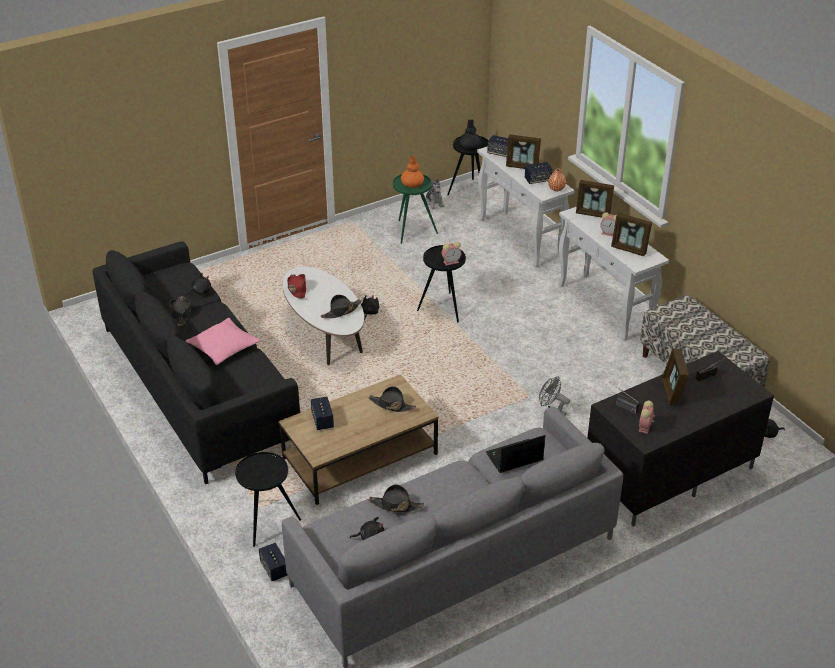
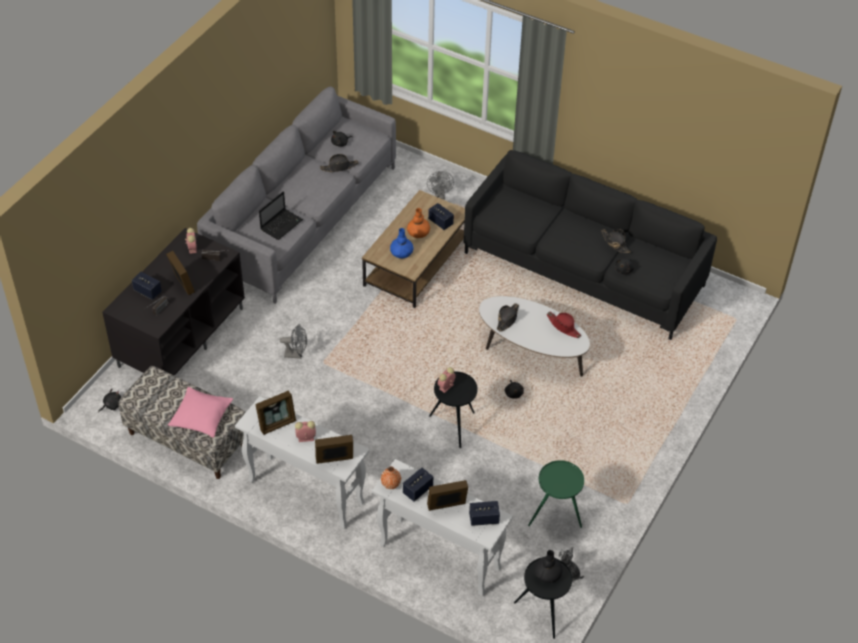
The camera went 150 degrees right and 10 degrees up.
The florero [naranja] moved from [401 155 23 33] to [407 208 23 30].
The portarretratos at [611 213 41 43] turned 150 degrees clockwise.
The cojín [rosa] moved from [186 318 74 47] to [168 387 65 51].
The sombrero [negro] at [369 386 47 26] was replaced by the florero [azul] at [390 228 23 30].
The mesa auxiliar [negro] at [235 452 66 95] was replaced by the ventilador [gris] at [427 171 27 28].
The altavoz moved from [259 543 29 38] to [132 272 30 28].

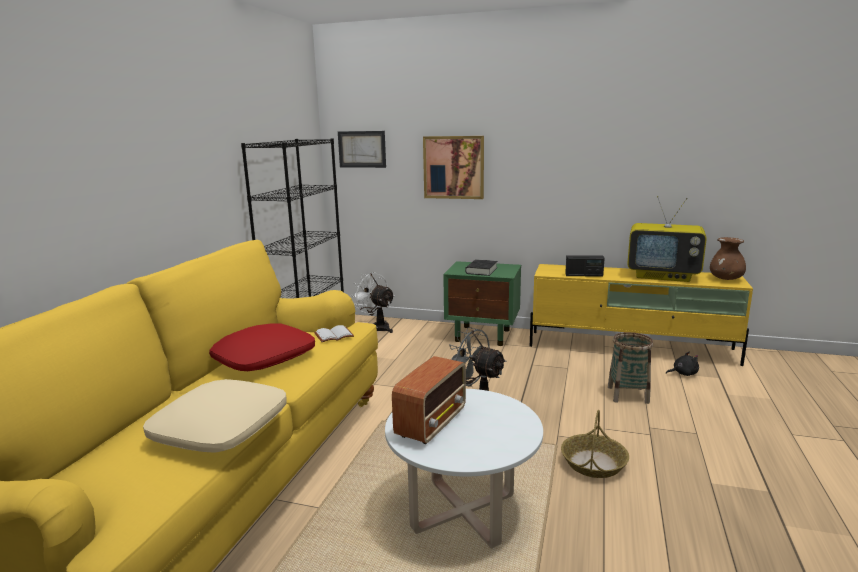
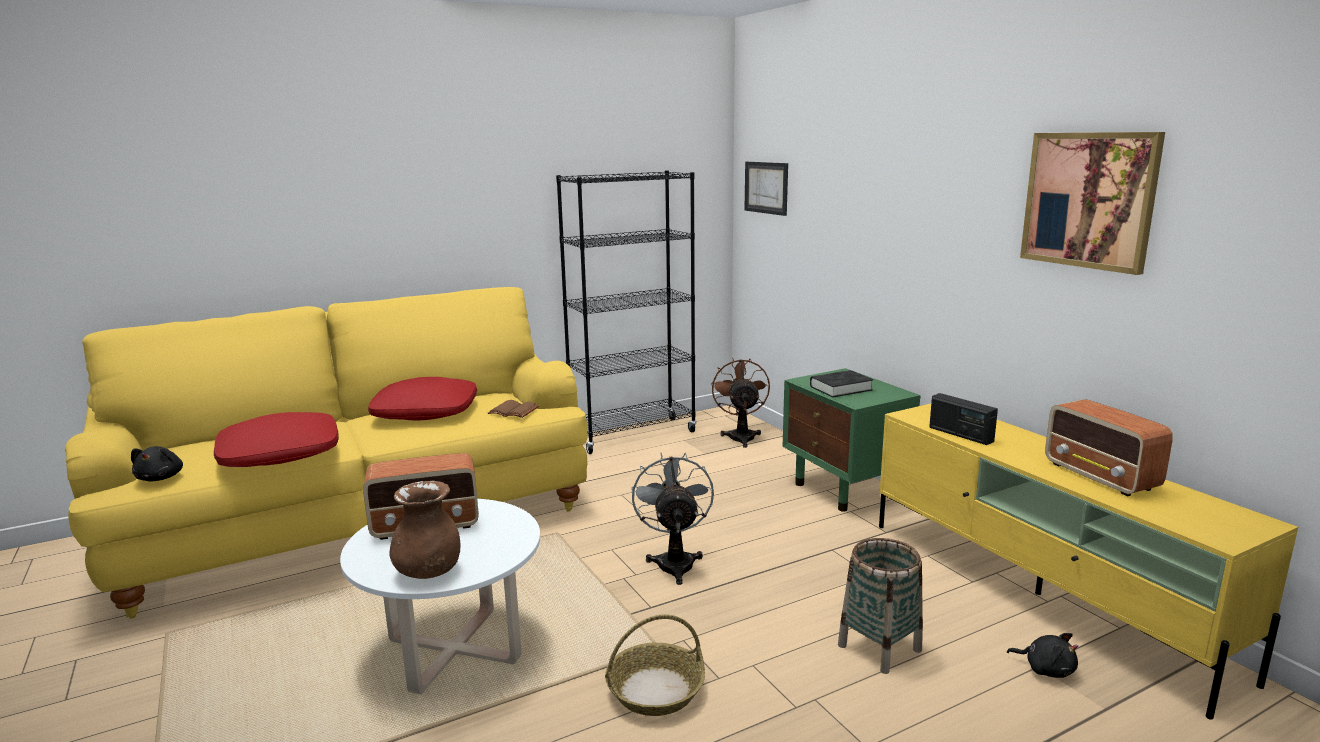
The camera went 45 degrees right and 0 degrees up.
The cuadro moved from [423 136 61 63] to [1020 132 145 143].
The televisor at [627 196 80 86] was replaced by the radio at [1045 399 128 97].
The florero [marrón] moved from [710 237 36 43] to [390 481 70 98].
The ventilador [blanco] at [351 272 44 61] became the ventilador [marrón] at [711 358 59 90].
The libro [blanco] at [314 325 40 17] became the libro [marrón] at [488 400 51 18].
The cojín [beis] at [143 379 144 74] became the cojín [rojo] at [214 412 125 55].
The peluche [negro] at [131 446 52 36] appeared.

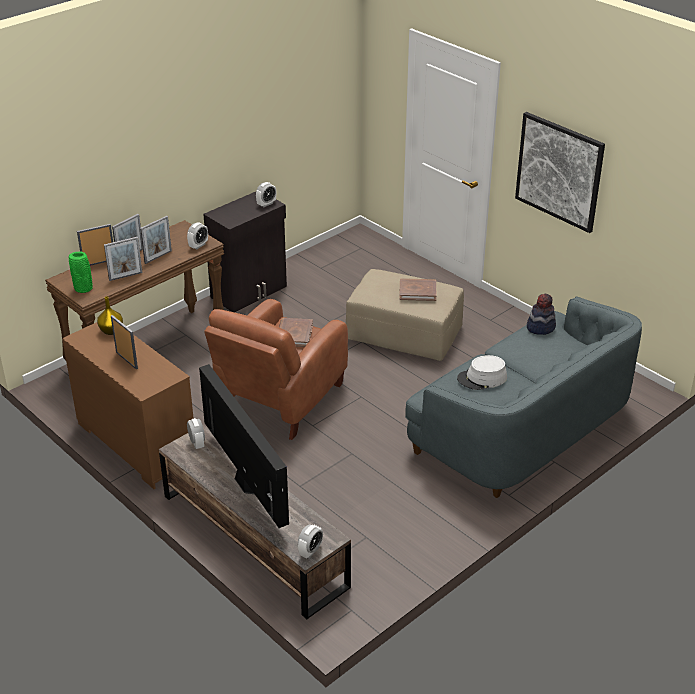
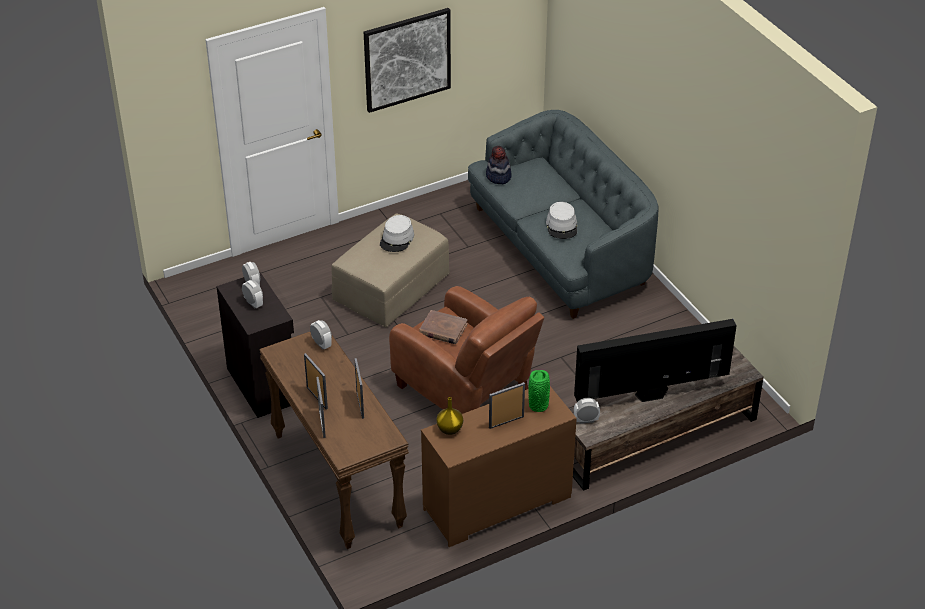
The camera went 75 degrees left and 5 degrees up.
The portarretratos at [140 216 32 48] disappeared.
The florero [verde] moved from [69 252 24 41] to [529 370 21 42].
The libro [marrón] at [399 278 37 23] was replaced by the sombrero [gris] at [380 215 34 37].
The despertador moved from [298 525 25 33] to [242 280 21 28].

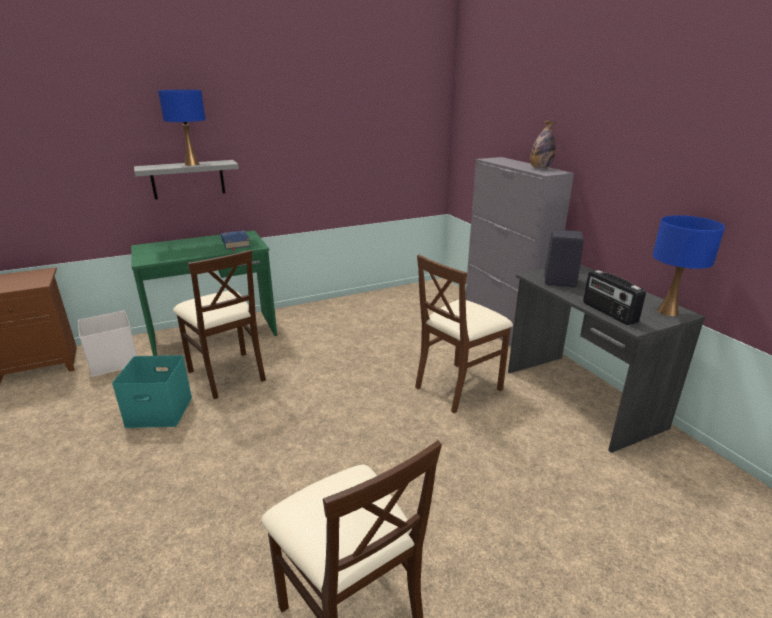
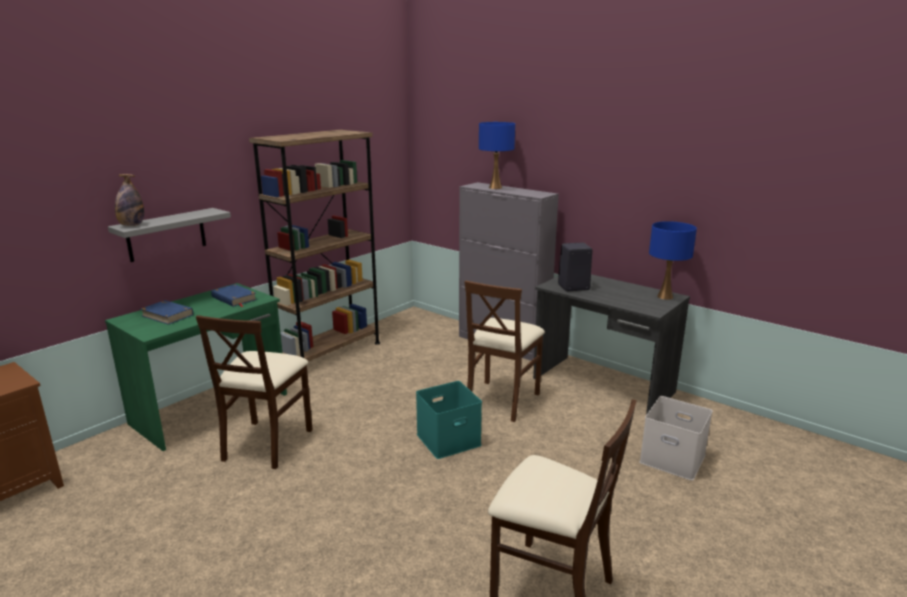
The camera went 25 degrees left and 5 degrees down.
The lámpara de mesa [azul] moved from [158 90 48 76] to [479 122 36 67].
The botella moved from [530 121 26 48] to [115 174 29 52].
The silla [beis] at [173 250 93 149] turned 75 degrees clockwise.
The radio at [583 270 63 55] disappeared.
The caja de almacenaje [blanco] moved from [78 311 59 66] to [640 396 73 84].
The caja de almacenaje [turquesa] moved from [112 355 80 73] to [416 381 66 78].
The estantería [marrón] at [249 130 131 231] appeared.
The libro [azul] at [141 300 52 25] appeared.

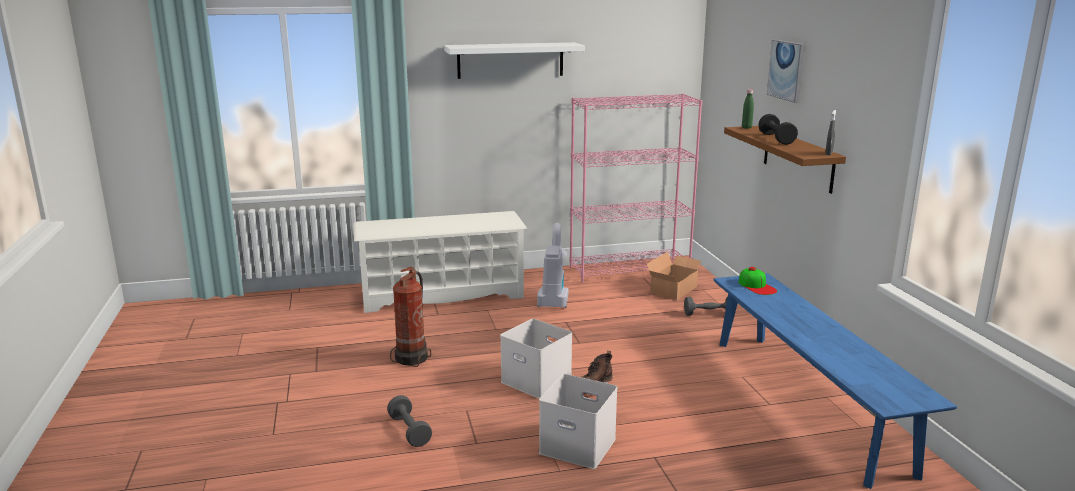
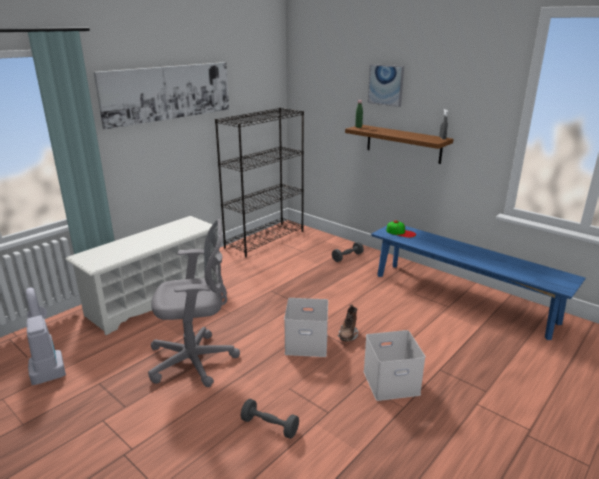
The camera went 35 degrees left and 5 degrees up.
The estante [blanco] at [444 42 141 37] was replaced by the cuadro at [94 62 135 68].
The estantería [rosa] at [569 94 133 189] became the estantería [negro] at [215 108 89 149].
The mancuerna [negro] at [758 114 40 31] disappeared.
The aspiradora moved from [537 223 31 85] to [26 287 40 98].
The caja de cartón at [647 252 61 48] disappeared.
The extintor at [390 267 41 100] was replaced by the silla de oficina [gris] at [148 219 92 168].

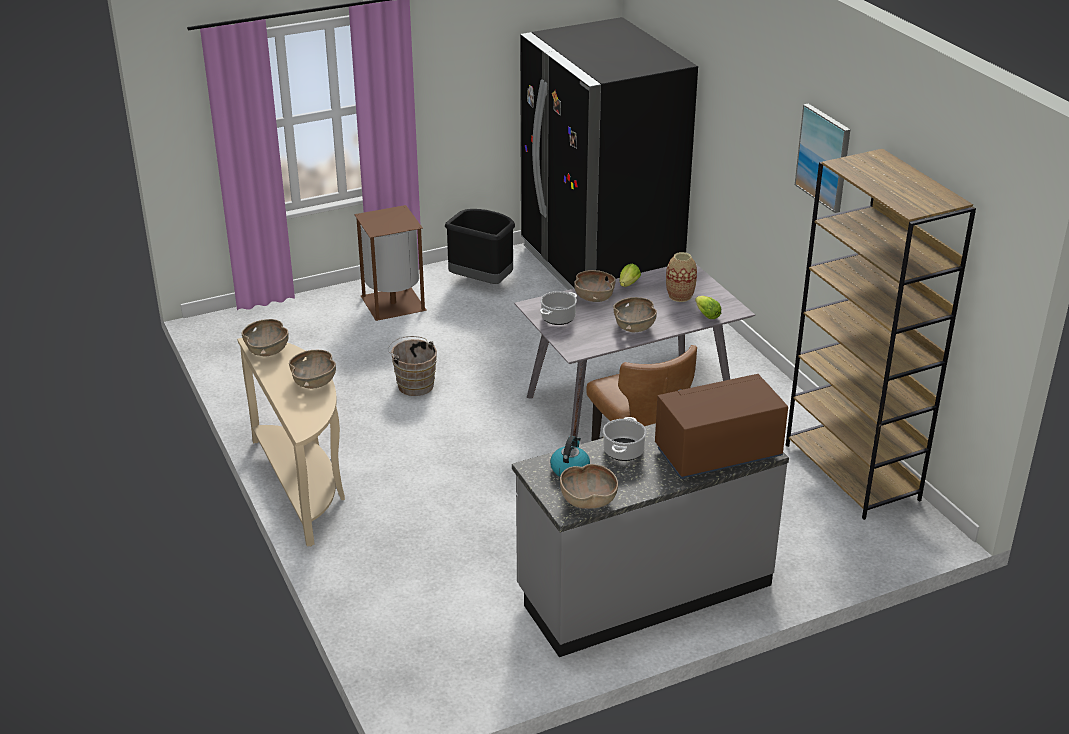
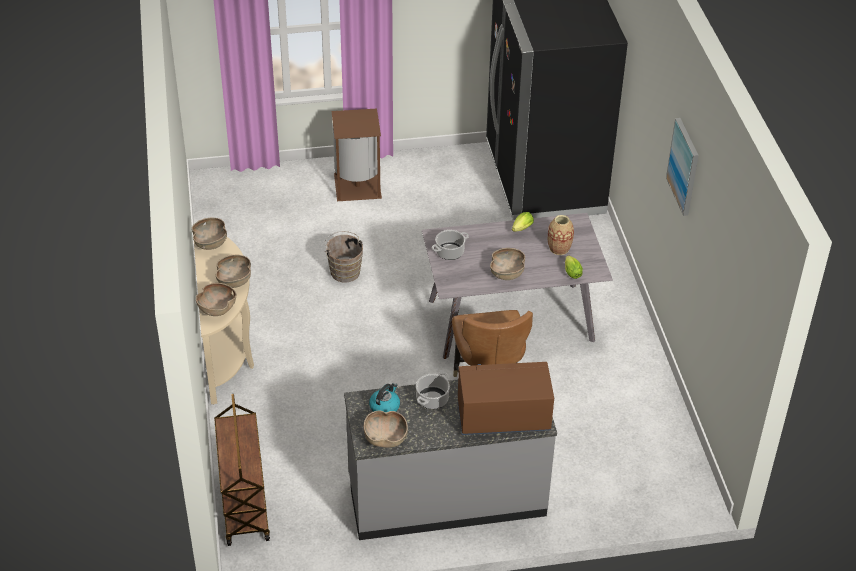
The camera went 15 degrees right and 10 degrees up.
The estantería [marrón] at [786 149 190 371] disappeared.
The papelera [negro] at [445 209 70 75] disappeared.
The cuenco [marrón] moved from [574 270 42 32] to [196 283 40 33].
The carrito [marrón] at [214 394 56 152] appeared.

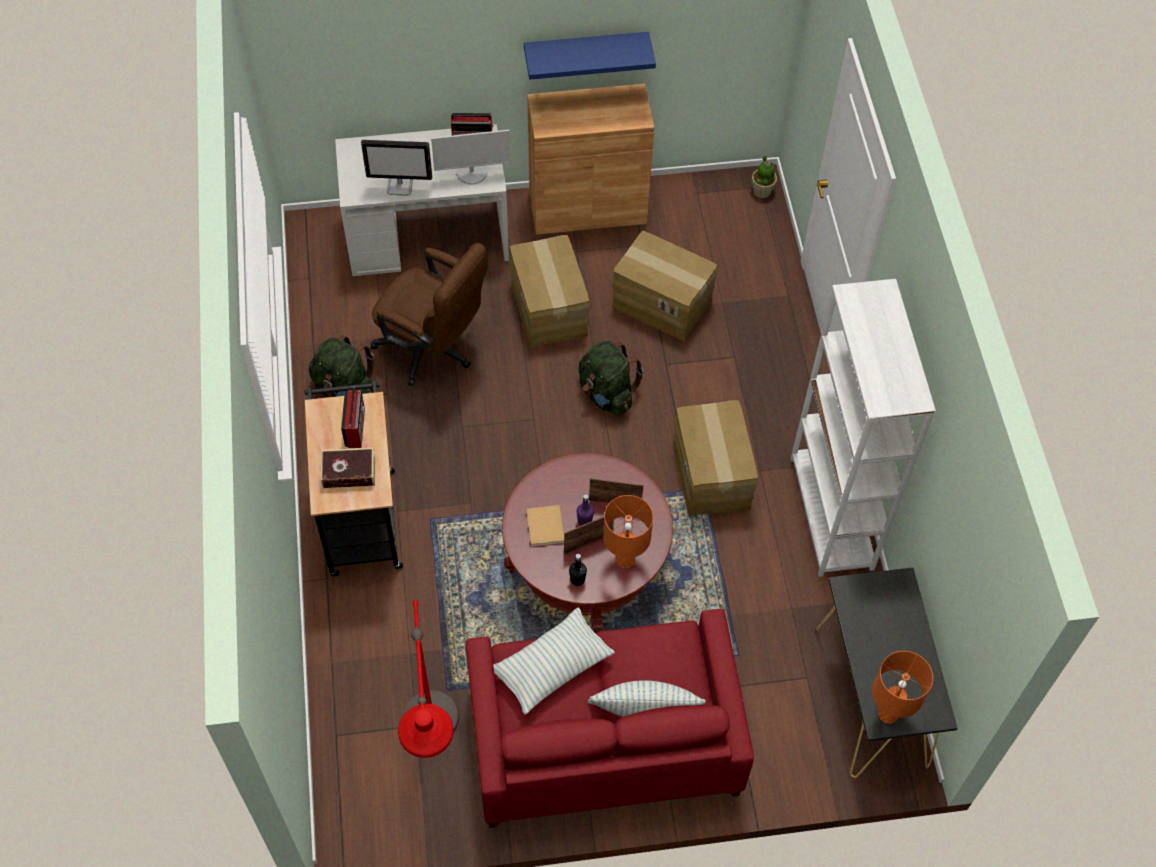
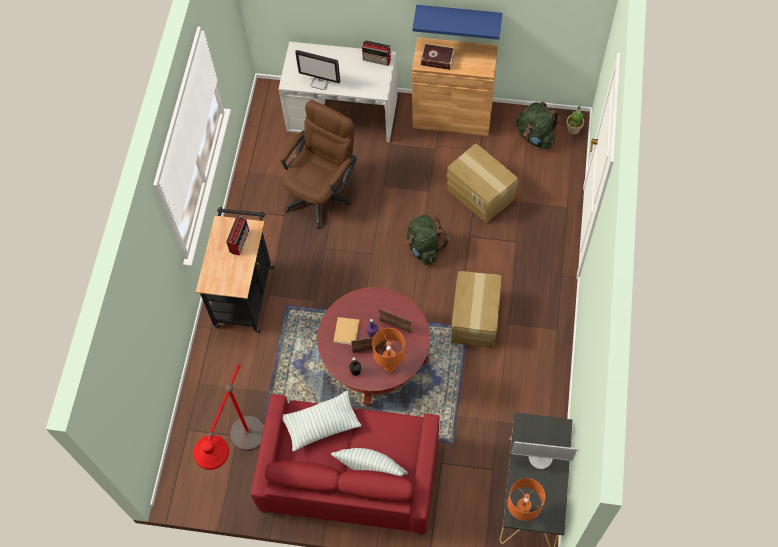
The camera went 20 degrees right and 5 degrees up.
The monitor moved from [431 130 79 54] to [511 441 66 28].
The caja de cartón at [509 235 81 113] disappeared.
The silla de oficina [marrón] at [370 243 118 143] turned 105 degrees counterclockwise.
The estantería [blanco] at [791 279 145 298] disappeared.
The mochila [verde] moved from [309 335 65 62] to [516 102 43 47].
The libro moved from [321 448 54 40] to [420 43 35 27].

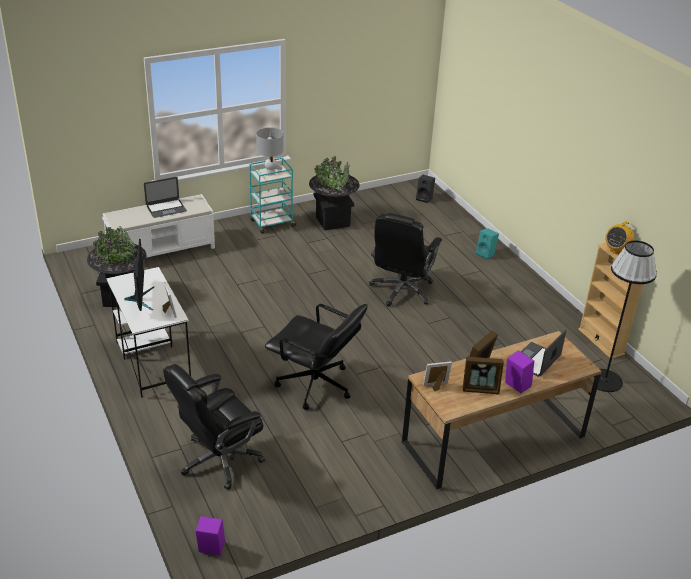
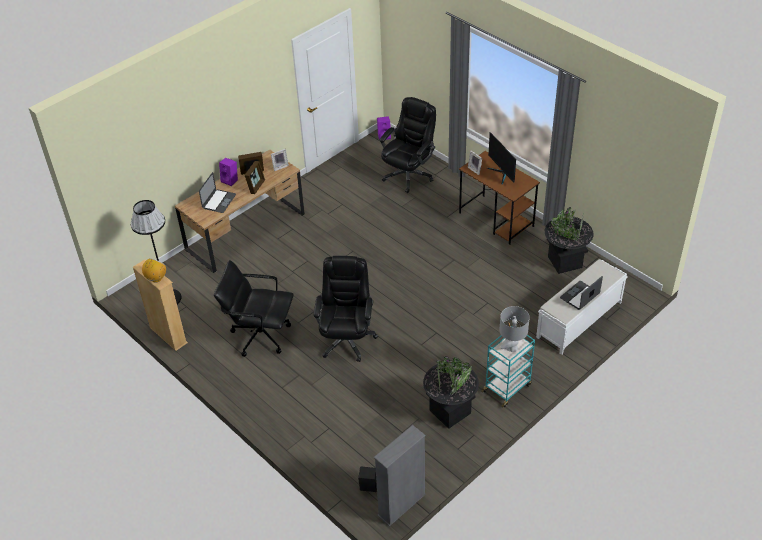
The camera went 165 degrees right and 10 degrees up.
The altavoz [turquesa] at [476 228 23 32] disappeared.
The escritorio [blanco] at [106 267 85 131] became the escritorio [marrón] at [459 151 81 94].
The silla de oficina [negro] moved from [265 304 102 106] to [214 260 80 97].
The estantería [gris] at [374 425 52 101] appeared.

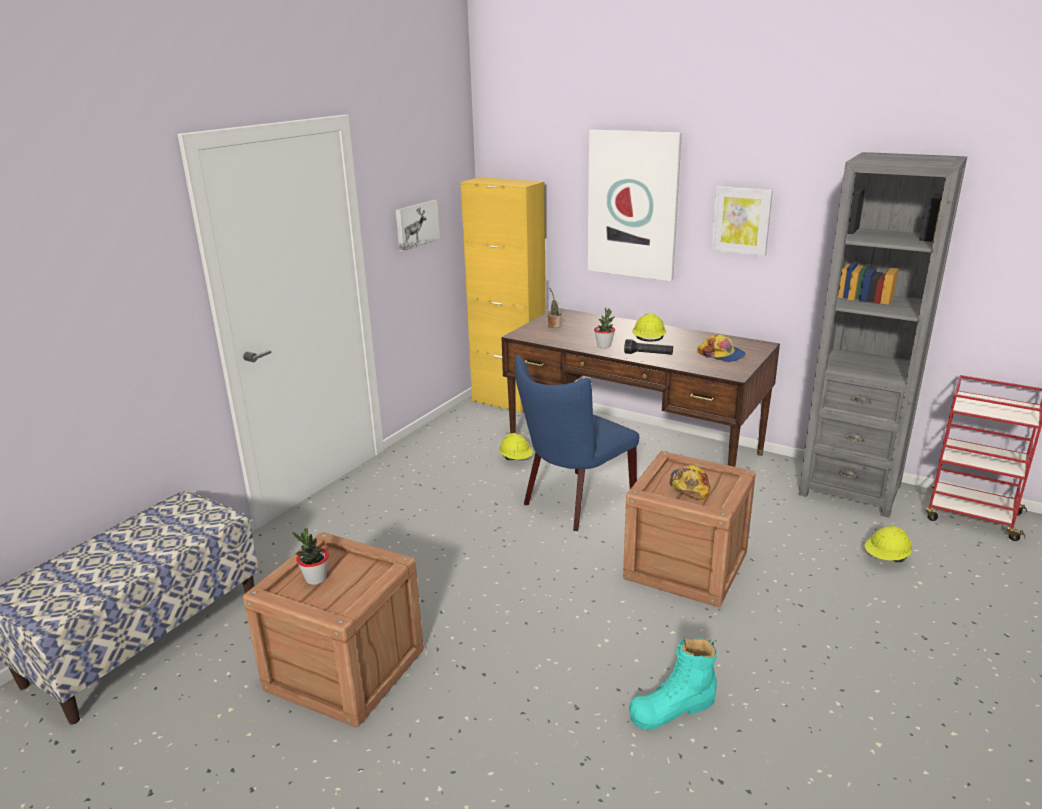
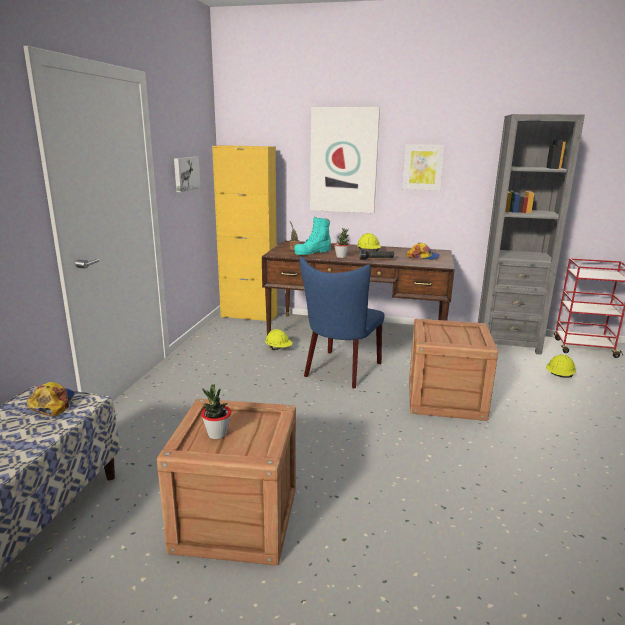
The camera went 20 degrees left and 5 degrees down.
The gorra moved from [670 465 40 35] to [27 382 48 34].
The bota [turquesa] moved from [629 637 88 93] to [294 217 37 38].

